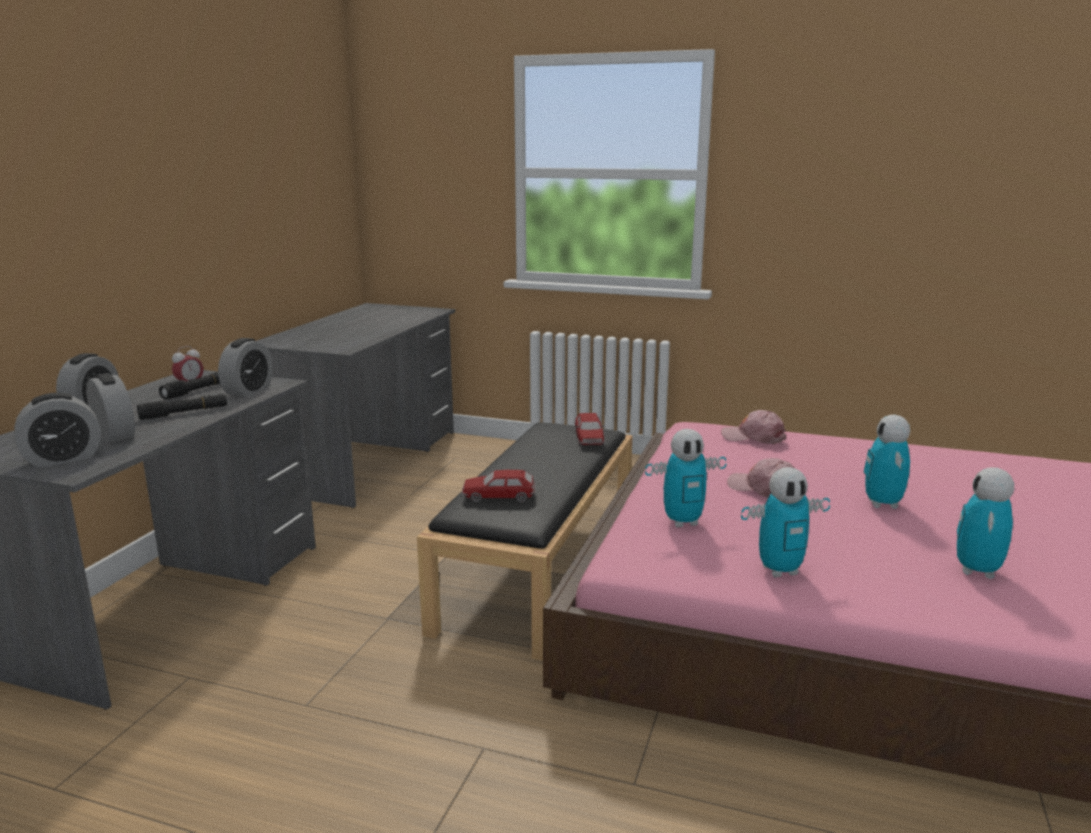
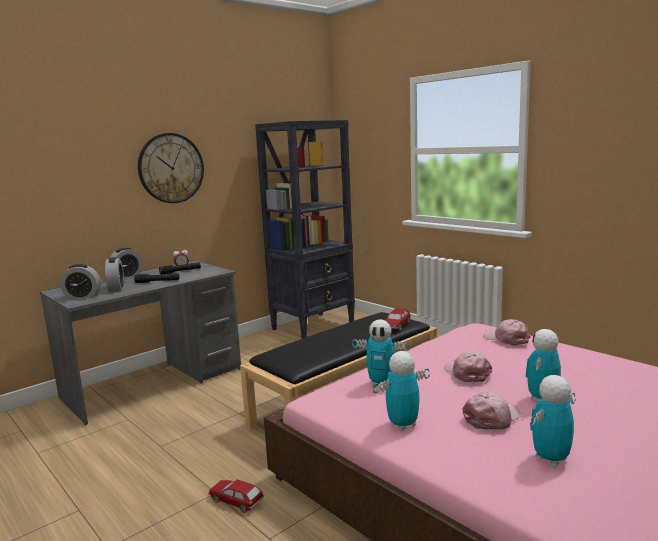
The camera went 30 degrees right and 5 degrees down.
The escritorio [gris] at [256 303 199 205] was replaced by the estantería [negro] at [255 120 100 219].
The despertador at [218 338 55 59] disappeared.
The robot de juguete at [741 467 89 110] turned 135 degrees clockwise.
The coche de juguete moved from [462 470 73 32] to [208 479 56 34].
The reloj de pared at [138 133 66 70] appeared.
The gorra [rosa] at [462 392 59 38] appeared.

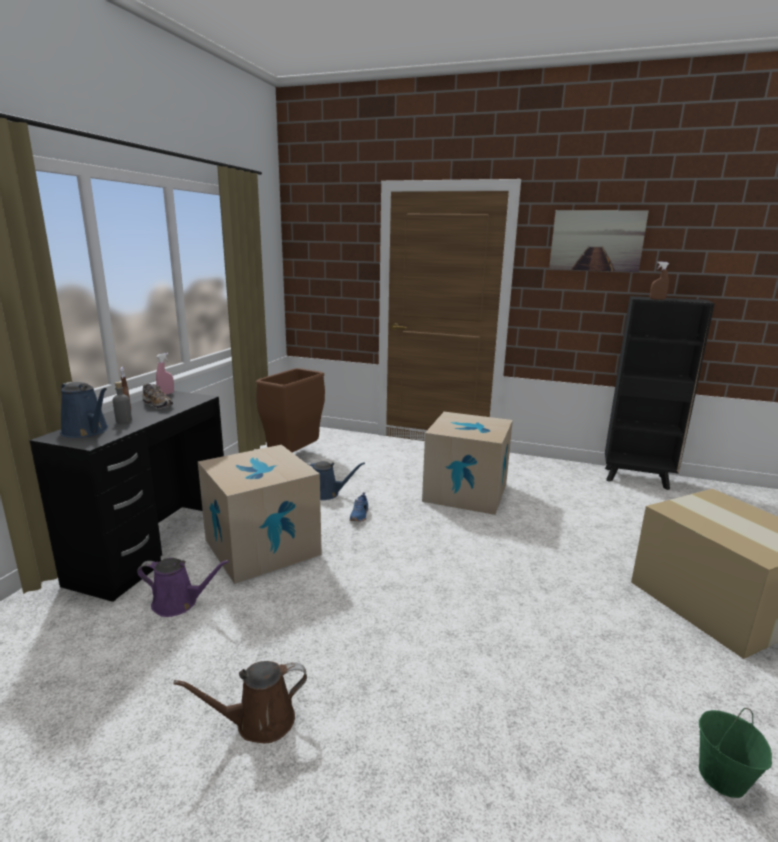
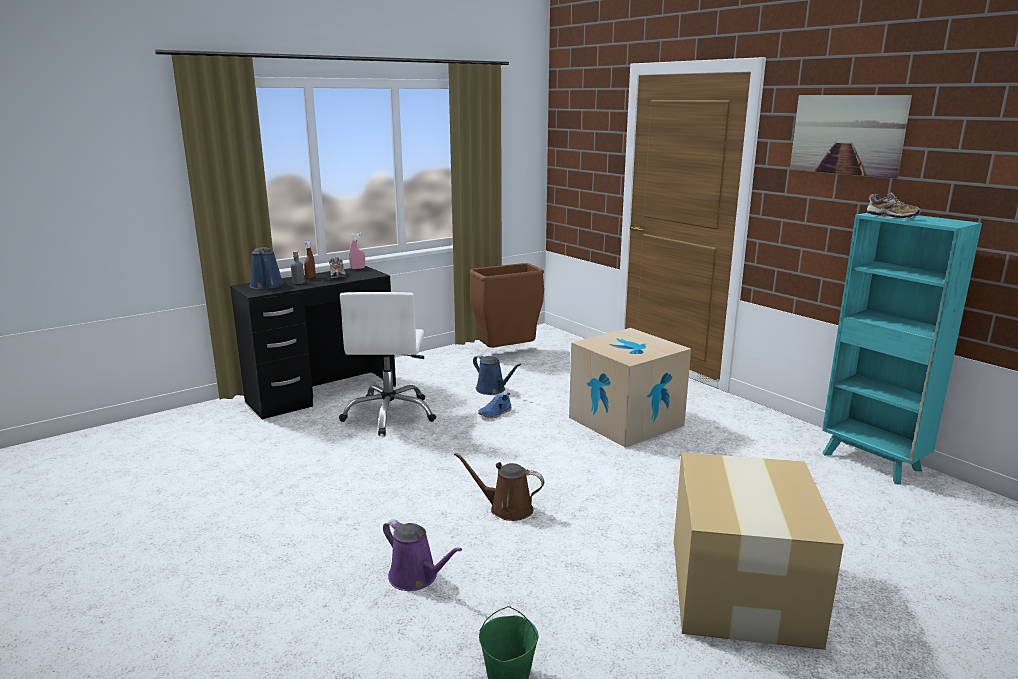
The camera went 35 degrees right and 0 degrees up.
The pulverizador [marrón] at [650 262 19 38] was replaced by the zapato at [867 192 54 27].
The estantería [negro] at [605 296 110 194] became the estantería [turquesa] at [822 213 160 272].
The caja de cartón at [198 445 124 139] was replaced by the silla de oficina [blanco] at [339 292 97 144].
The regadera [morado] moved from [137 558 92 59] to [383 519 79 72].
The regadera [marrón] moved from [173 661 134 82] to [454 453 90 68].

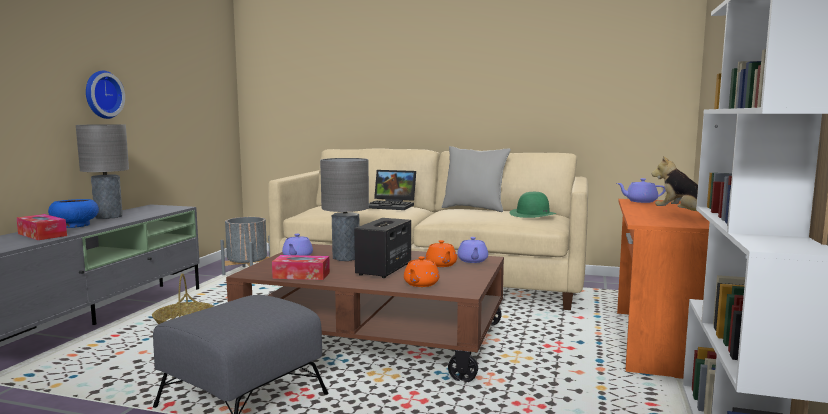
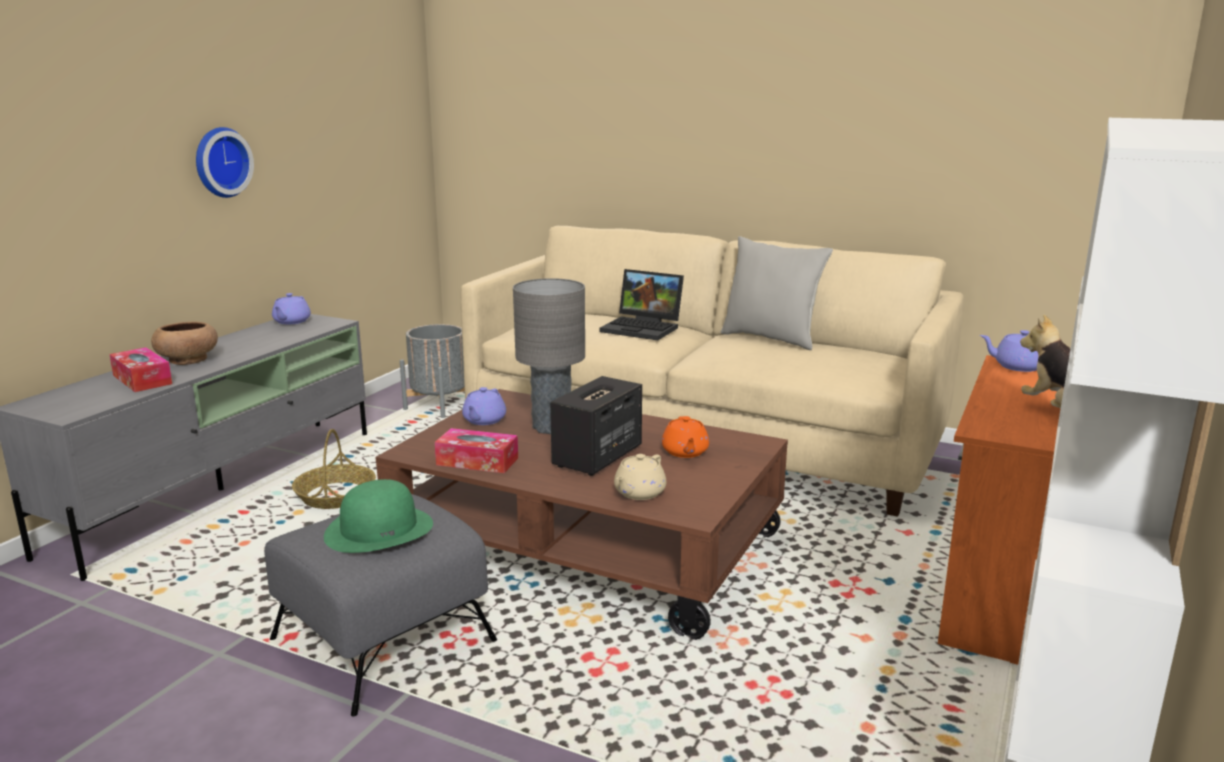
The camera went 10 degrees right and 10 degrees up.
The lámpara de mesa [gris] at [76 124 53 95] disappeared.
The sombrero [verde] moved from [509 192 48 26] to [324 479 109 74].
The cuenco [azul] at [48 199 51 29] became the cuenco [marrón] at [151 322 67 43].
The tetera [morado] moved from [457 237 31 26] to [272 293 39 32].
The tetera [naranja] at [404 256 36 31] became the tetera [beis] at [614 454 53 46].

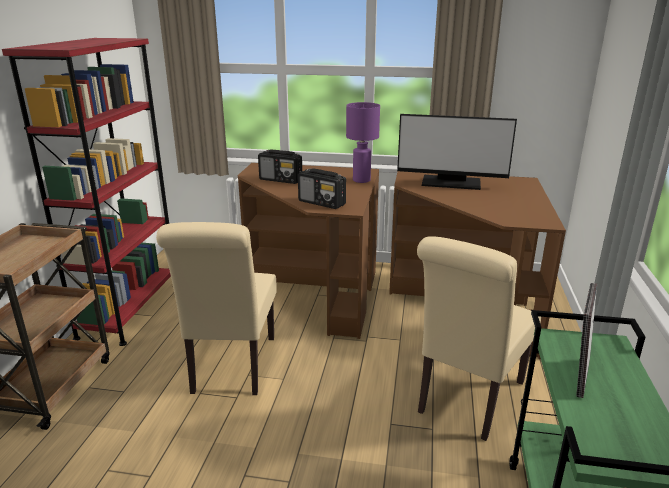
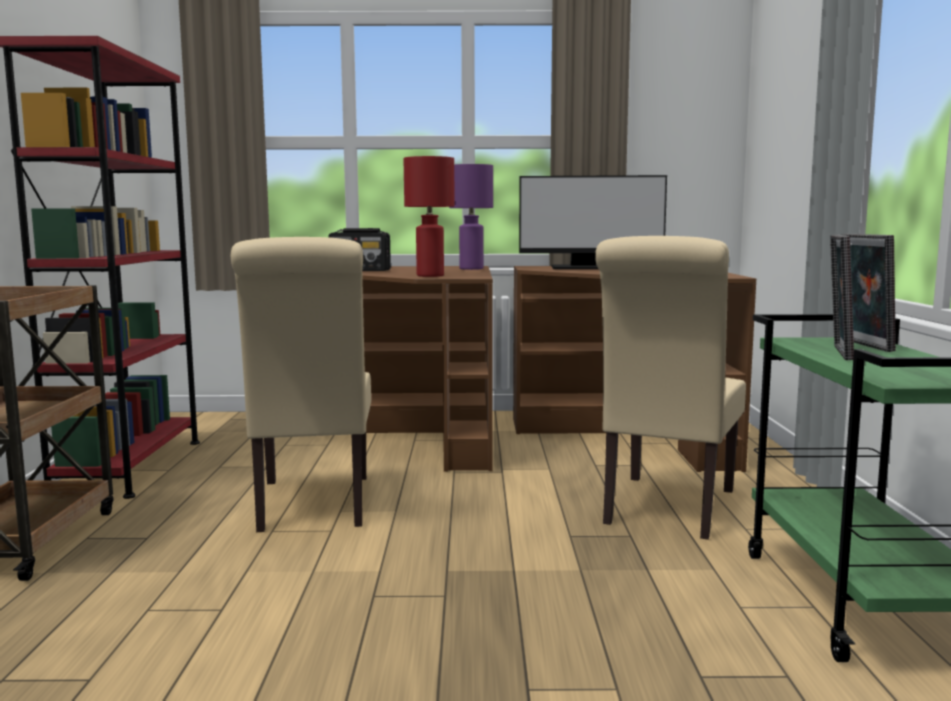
The camera went 10 degrees left and 15 degrees down.
The radio at [298 168 48 41] was replaced by the lámpara de mesa [rojo] at [404 156 51 121].
The portarretratos at [840 234 56 118] appeared.

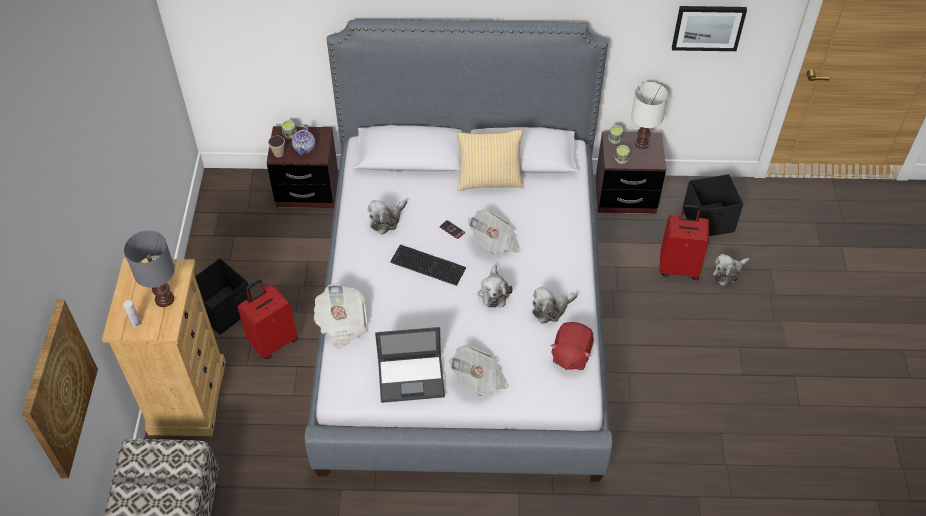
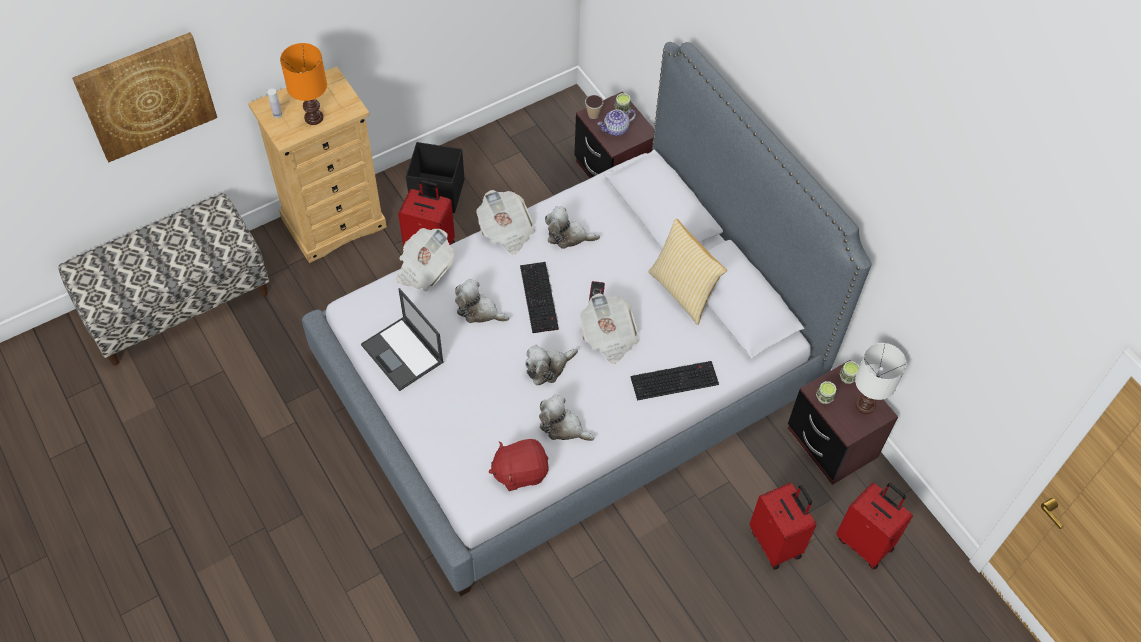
The camera went 55 degrees right and 5 degrees up.
The cuadro at [672 6 75 45] disappeared.
The caja de almacenaje [negro] at [682 174 61 62] was replaced by the maleta [rojo] at [836 483 77 86].
The lámpara de mesa [gris] at [124 230 51 77] became the lámpara de mesa [naranja] at [280 43 47 82].
The peluche moved from [713 254 37 32] to [455 279 54 44].
The periódico moved from [449 345 60 51] to [476 190 59 64].
The teclado at [631 361 88 40] appeared.

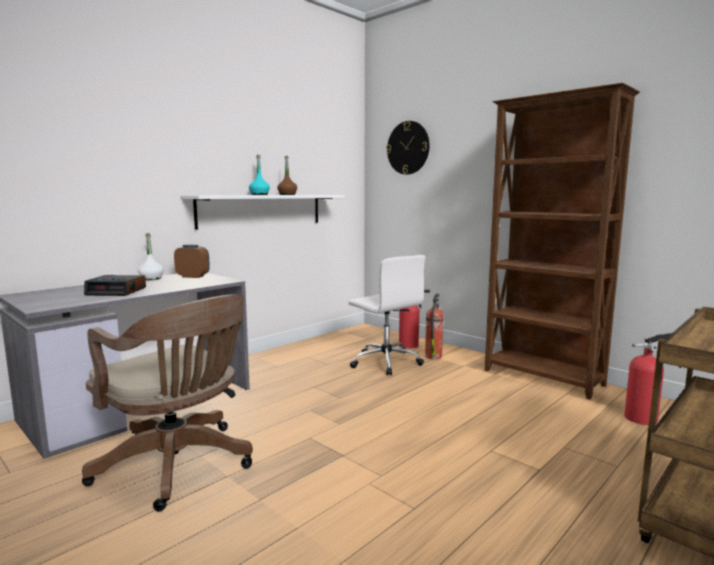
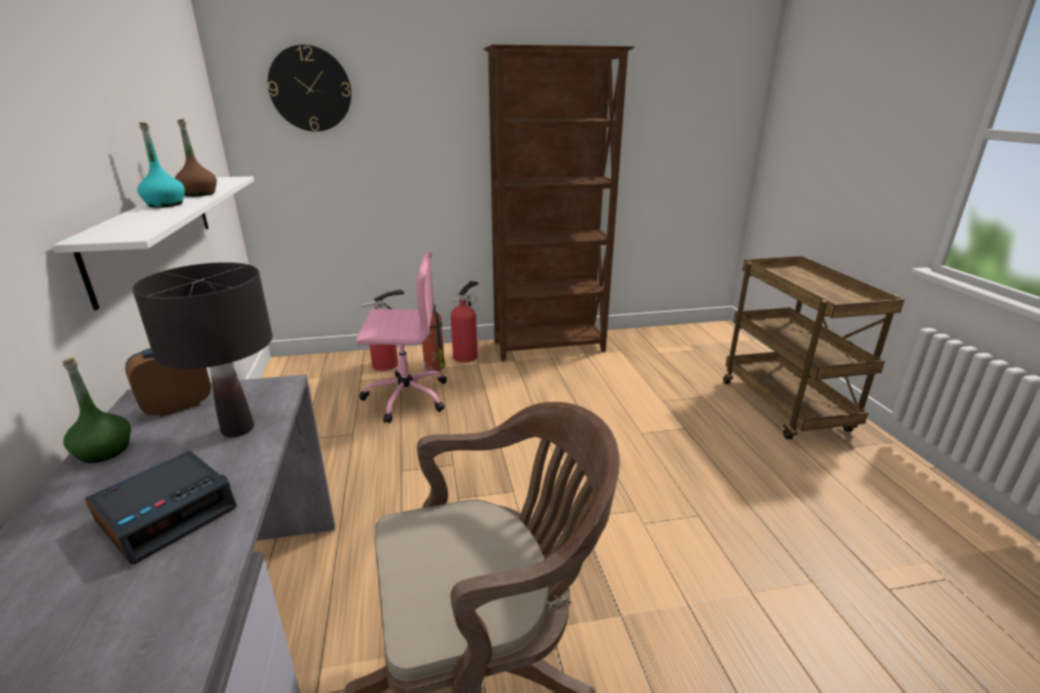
The camera went 55 degrees left and 15 degrees up.
The botella [blanco] at [138 233 26 47] became the botella [verde] at [62 358 69 105].
The silla de oficina [blanco] at [348 255 77 120] became the silla de oficina [rosa] at [356 252 91 171].
The extintor moved from [624 333 48 92] to [451 281 27 81].
The lámpara de mesa [negro] at [132 262 141 175] appeared.

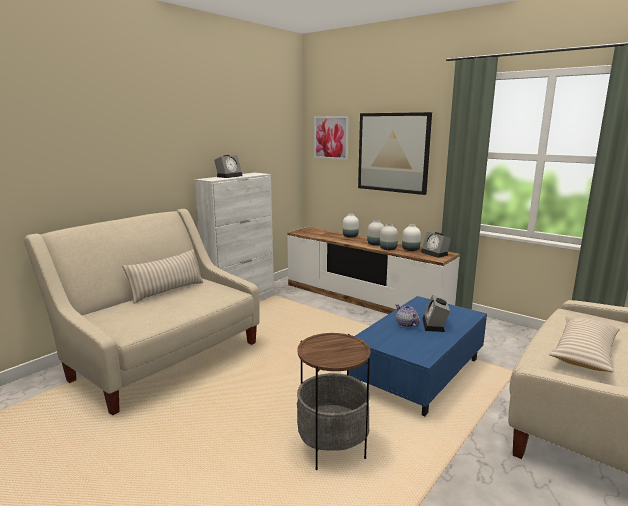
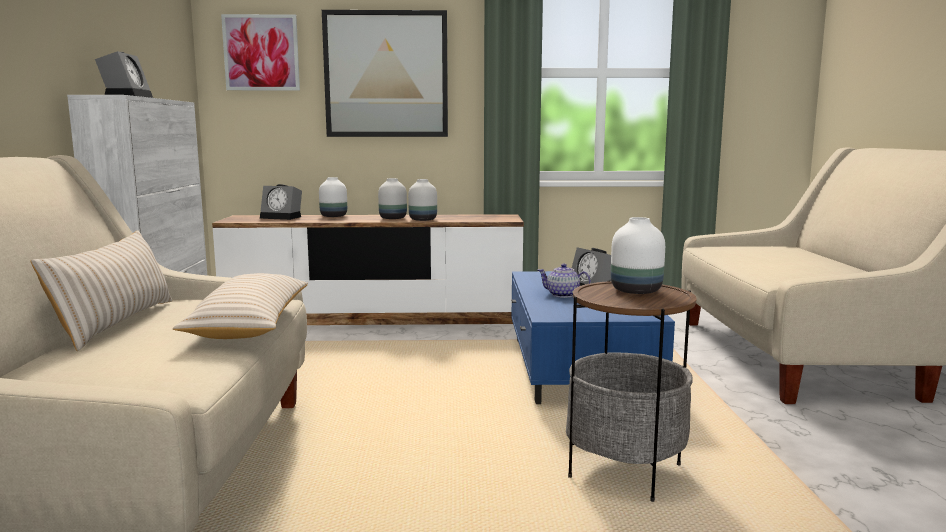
The camera went 40 degrees left and 5 degrees down.
The florero [blanco] moved from [402 224 19 27] to [611 217 54 77].
The despertador moved from [421 232 30 26] to [260 184 42 36].
The cojín [beis] moved from [549 317 71 55] to [173 273 135 66].

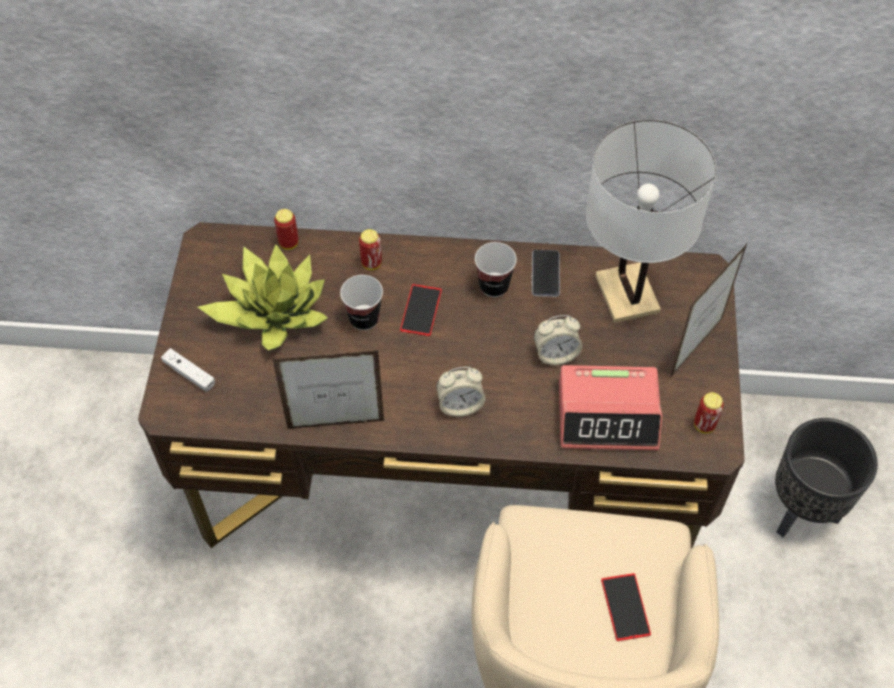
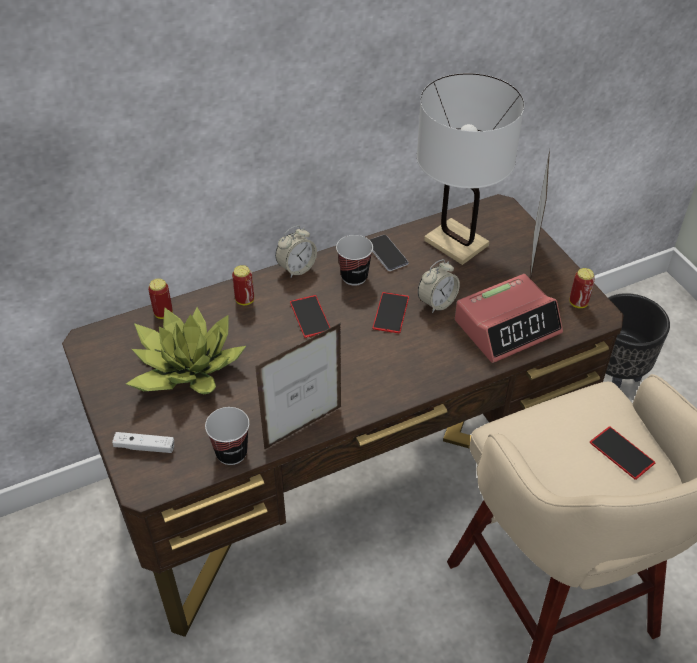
The camera went 30 degrees left and 10 degrees down.
The taza moved from [340 275 43 55] to [205 407 44 58].
The despertador moved from [436 367 49 50] to [275 225 42 53].
The móvil at [372 292 37 41] appeared.

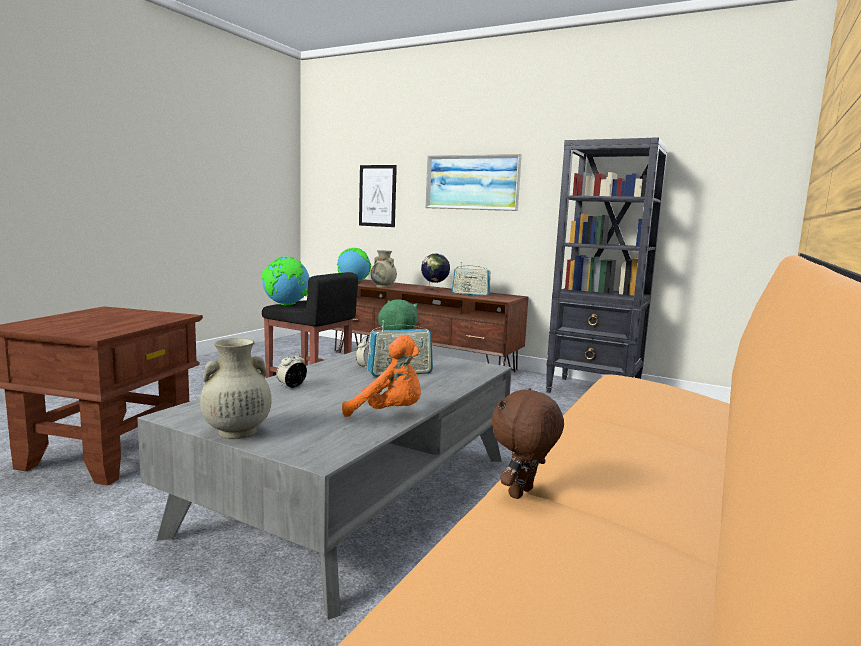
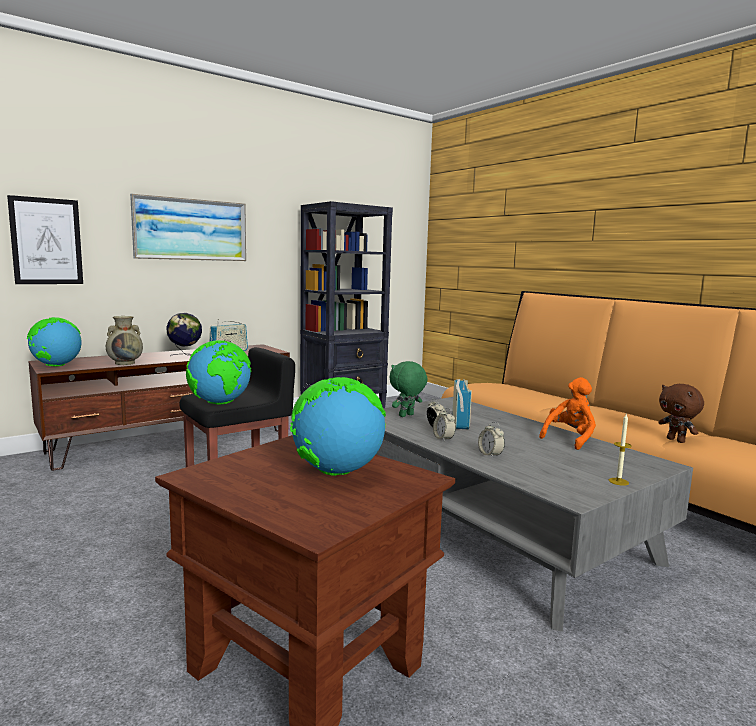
The camera went 65 degrees left and 0 degrees up.
The florero [beis] at [200 338 72 101] was replaced by the vela at [609 413 23 73].
The globo terráqueo at [290 377 96 99] appeared.
The despertador at [433 408 23 33] appeared.

